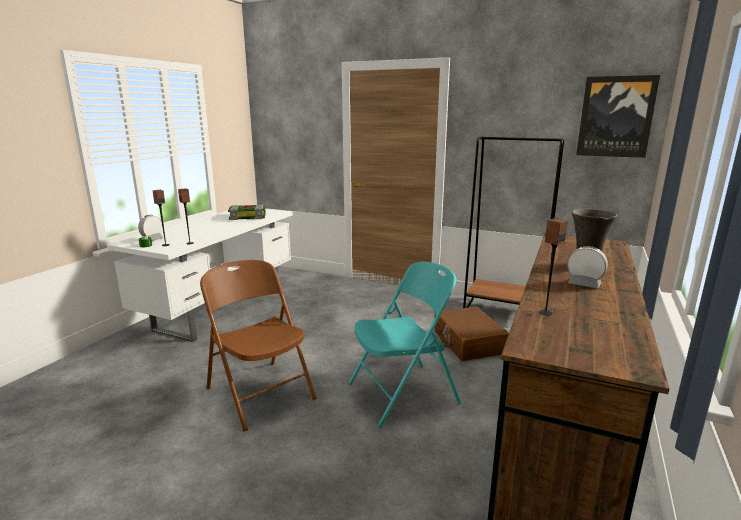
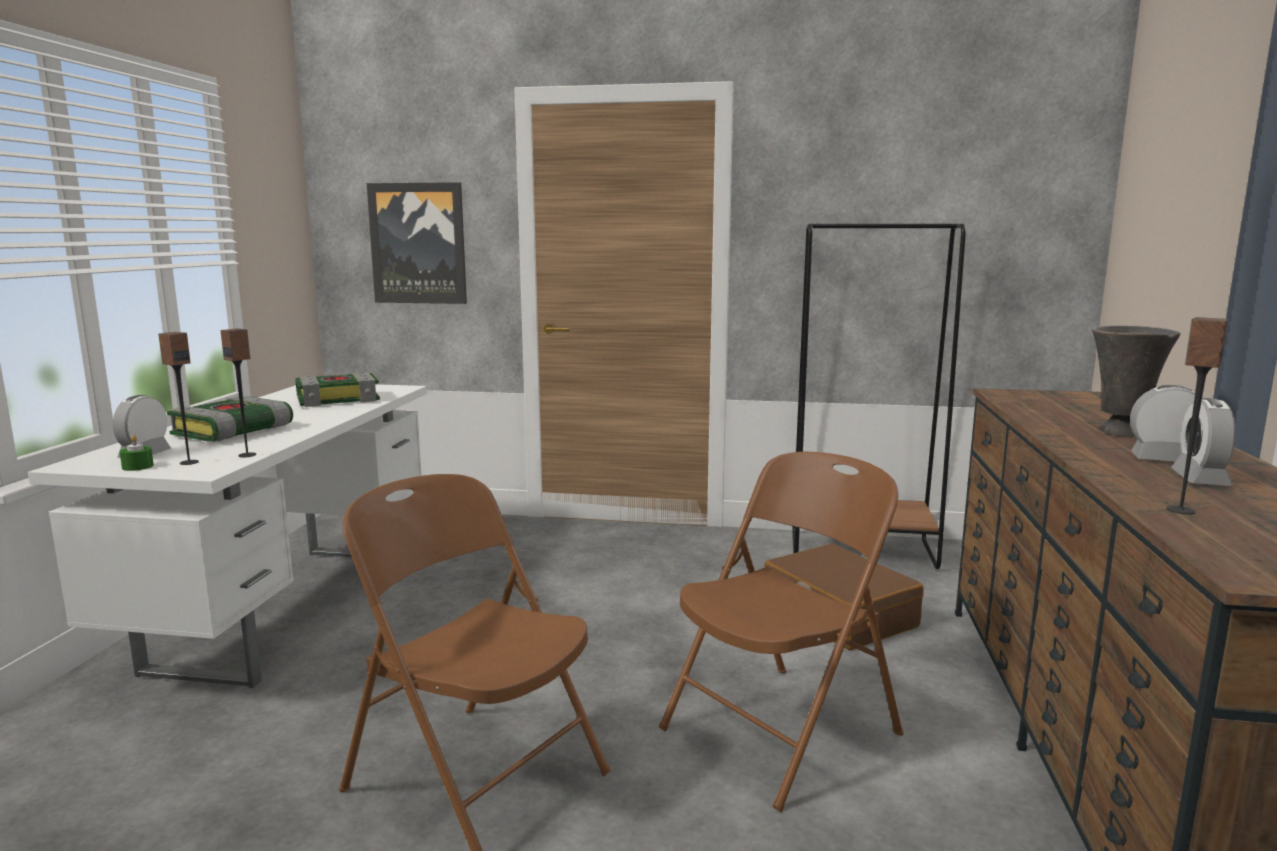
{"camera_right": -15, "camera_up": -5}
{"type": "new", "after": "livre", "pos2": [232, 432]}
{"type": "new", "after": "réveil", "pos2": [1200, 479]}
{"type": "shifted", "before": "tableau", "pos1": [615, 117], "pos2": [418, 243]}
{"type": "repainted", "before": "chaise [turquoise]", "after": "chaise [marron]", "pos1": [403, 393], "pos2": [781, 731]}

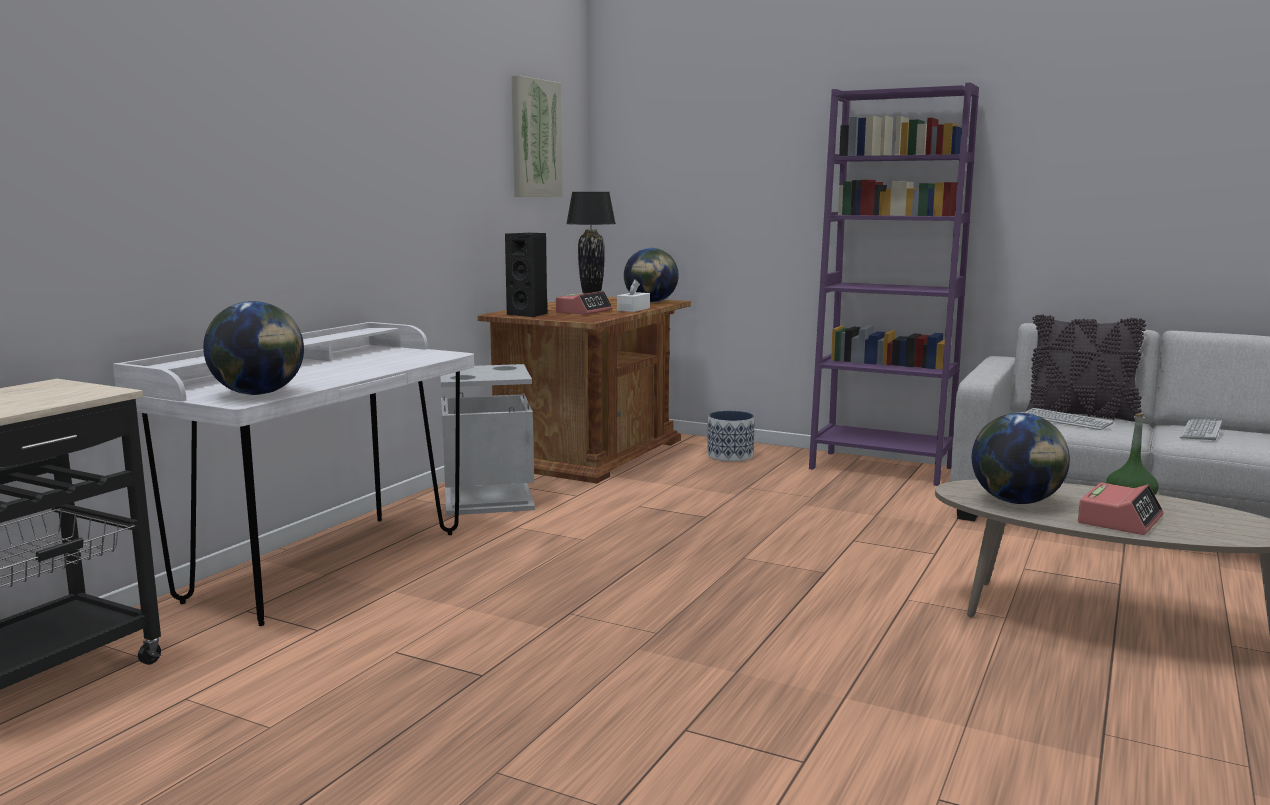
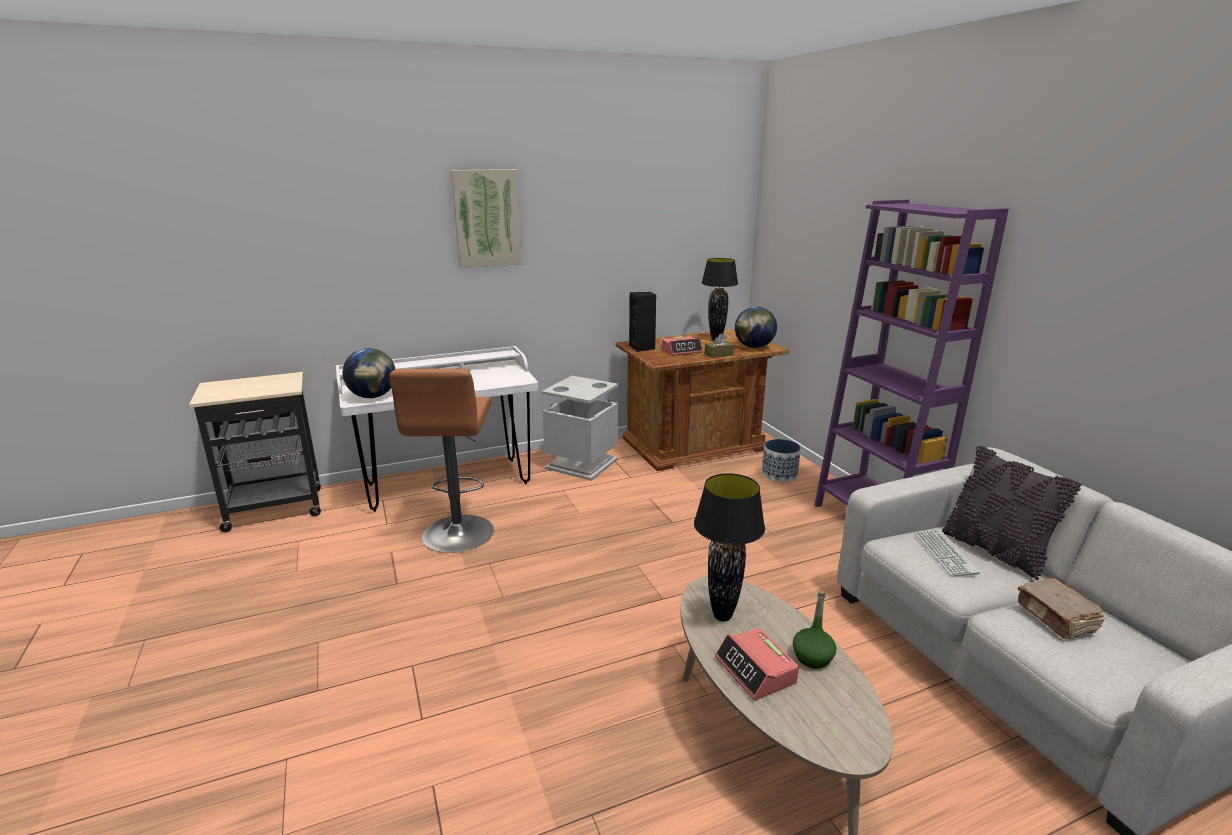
{"camera_right": 40, "camera_up": 10}
{"type": "new", "after": "tabouret [marron]", "pos2": [457, 534]}
{"type": "shifted", "before": "tableau", "pos1": [535, 138], "pos2": [487, 218]}
{"type": "swapped", "before": "globe", "after": "lampe de table [noir]", "pos1": [1016, 502], "pos2": [722, 616]}
{"type": "swapped", "before": "clavier", "after": "livre [marron]", "pos1": [1201, 431], "pos2": [1056, 618]}
{"type": "repainted", "before": "boîte à mouchoirs [blanc]", "after": "boîte à mouchoirs [marron]", "pos1": [633, 309], "pos2": [718, 354]}
{"type": "rotated", "before": "réveil", "pos1": [1120, 520], "pos2": [755, 671], "turn": 75}

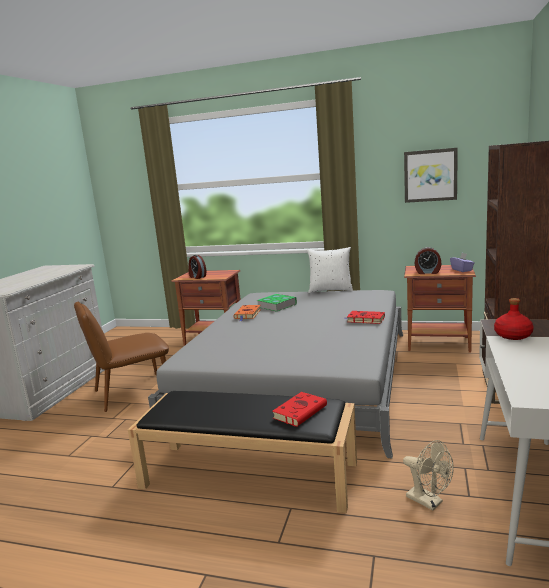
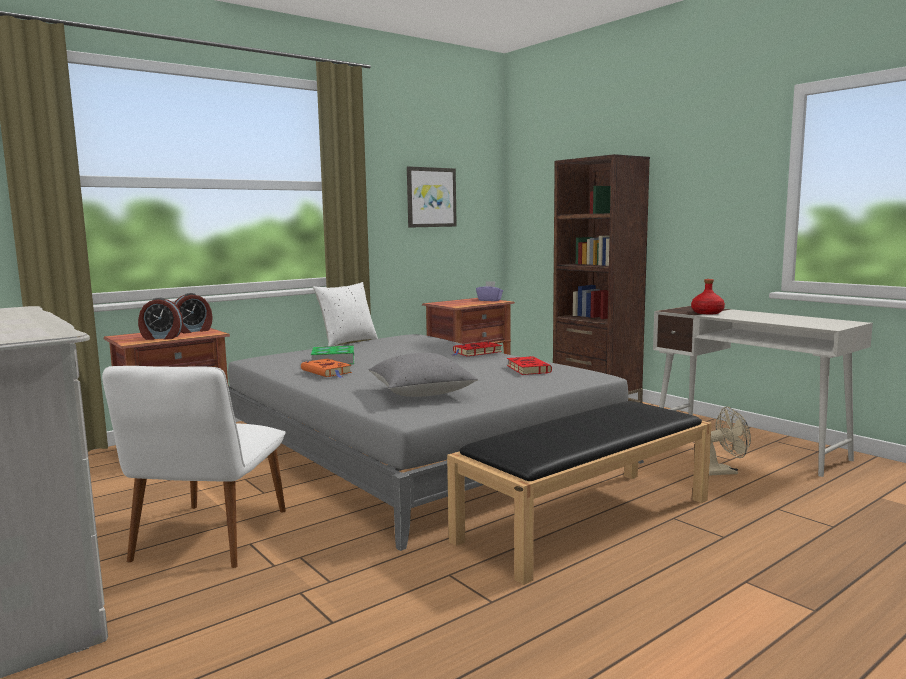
{"camera_right": -55, "camera_up": -5}
{"type": "new", "after": "coussin [gris]", "pos2": [421, 393]}
{"type": "shifted", "before": "livre [rouge]", "pos1": [301, 411], "pos2": [527, 369]}
{"type": "shifted", "before": "réveil", "pos1": [427, 272], "pos2": [193, 331]}
{"type": "repainted", "before": "chaise [marron]", "after": "chaise [blanc]", "pos1": [132, 391], "pos2": [212, 534]}

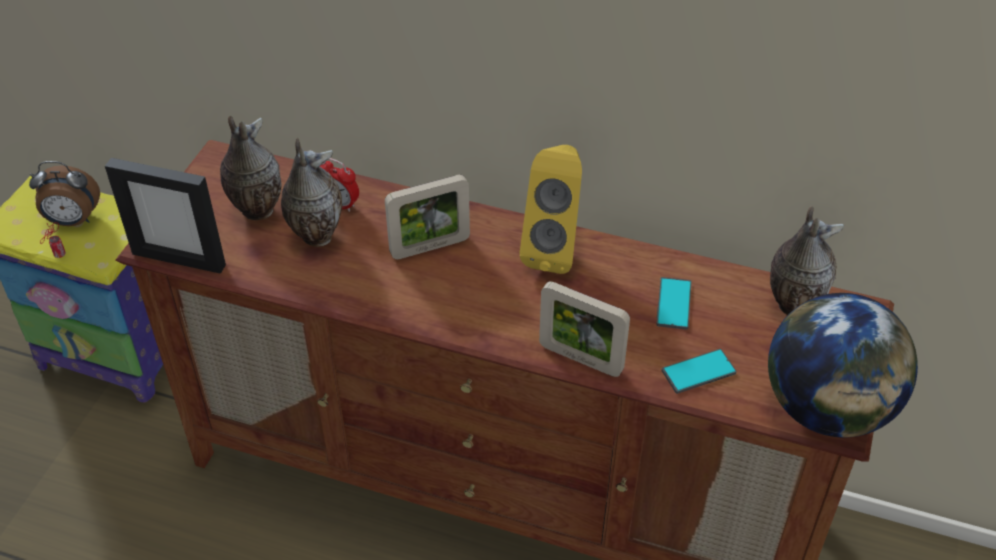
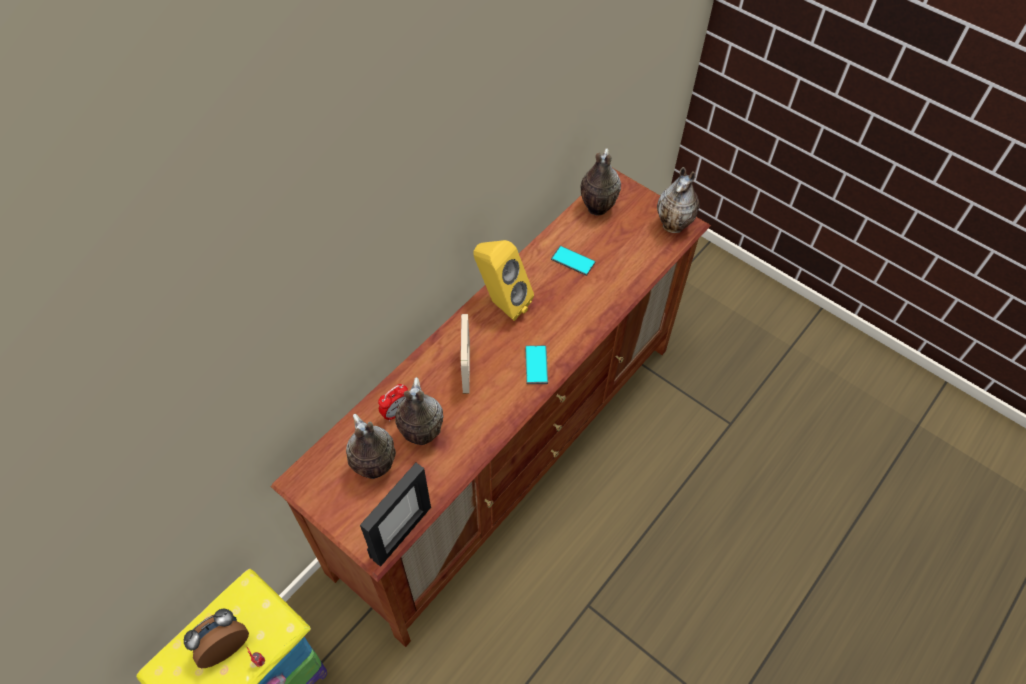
{"camera_right": -70, "camera_up": 10}
{"type": "gone", "before": "cadre photo", "pos1": [580, 359]}
{"type": "shifted", "before": "téléphone", "pos1": [698, 372], "pos2": [536, 365]}
{"type": "swapped", "before": "globe", "after": "vase", "pos1": [827, 409], "pos2": [674, 226]}
{"type": "rotated", "before": "réveil", "pos1": [73, 221], "pos2": [223, 644], "turn": -150}

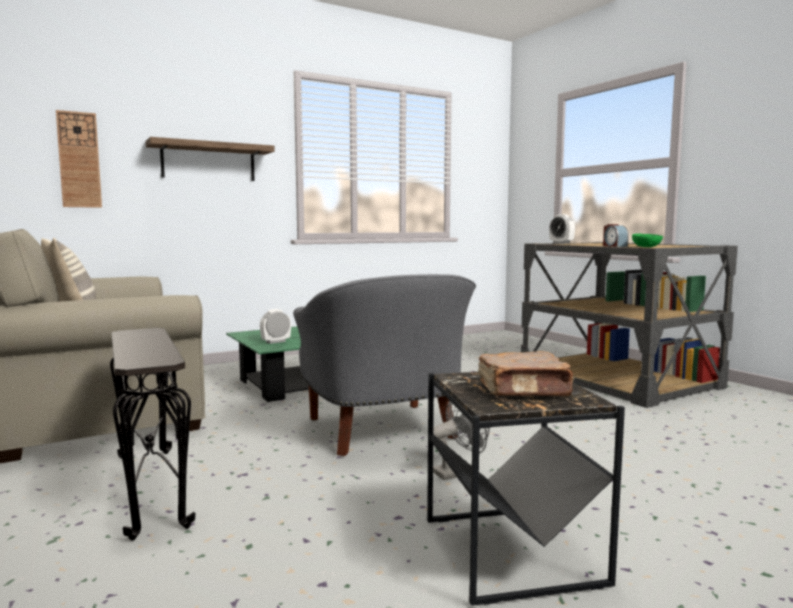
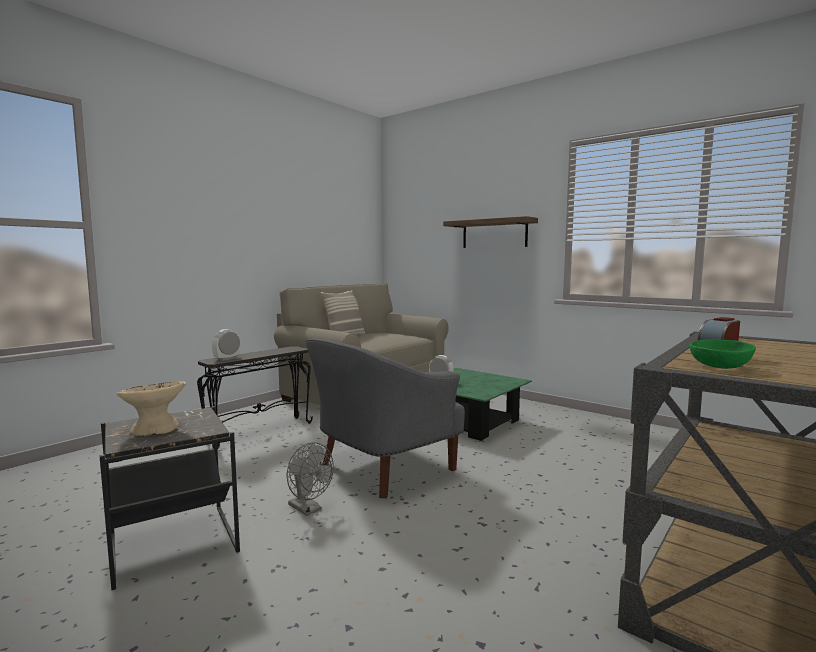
{"camera_right": 70, "camera_up": 0}
{"type": "gone", "before": "horloge murale", "pos1": [79, 160]}
{"type": "shifted", "before": "réveil", "pos1": [561, 243], "pos2": [227, 359]}
{"type": "swapped", "before": "livre [marron]", "after": "bol [beige]", "pos1": [524, 390], "pos2": [155, 429]}

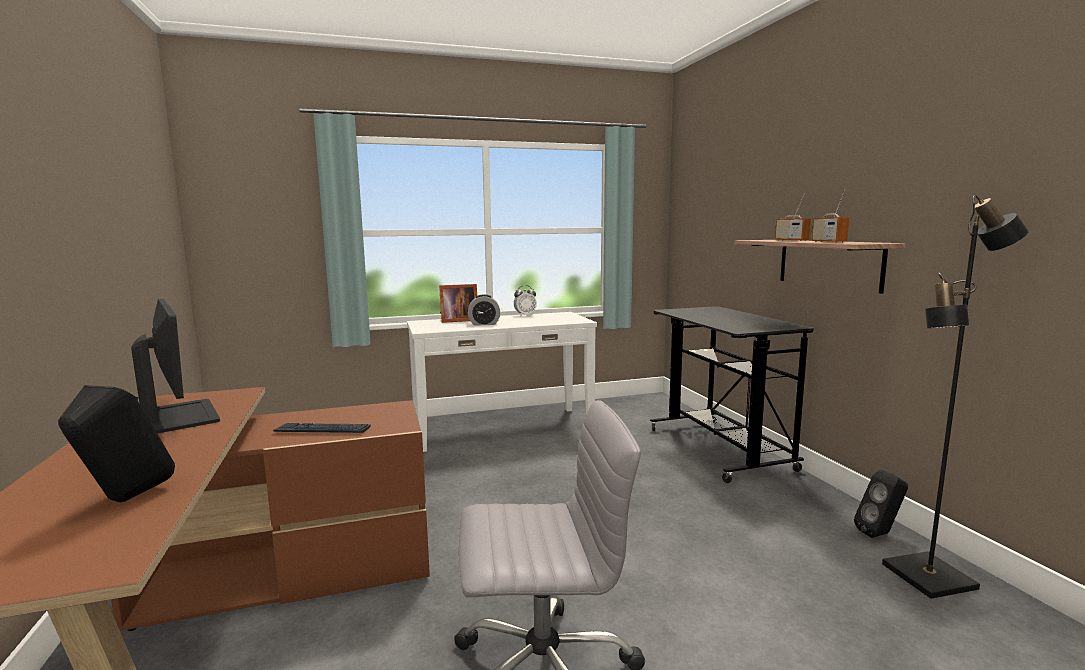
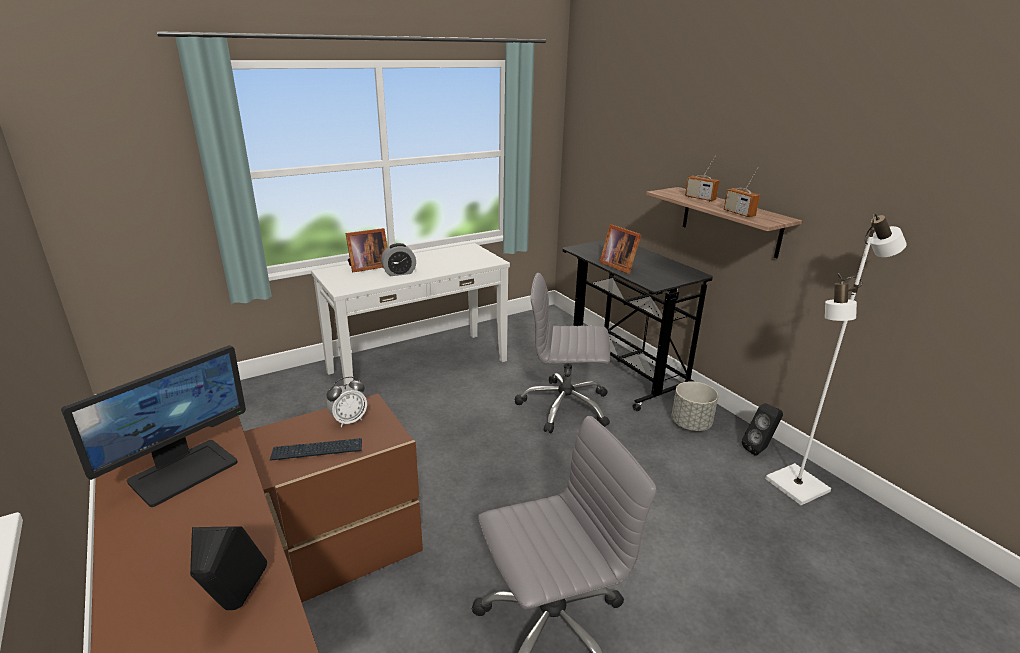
{"camera_right": -15, "camera_up": 15}
{"type": "new", "after": "chaise de bureau [gris]", "pos2": [564, 407]}
{"type": "new", "after": "cadre photo", "pos2": [618, 266]}
{"type": "new", "after": "cache-pot [gris]", "pos2": [691, 424]}
{"type": "shifted", "before": "réveil", "pos1": [525, 315], "pos2": [349, 420]}
{"type": "repainted", "before": "lampadaire [noir]", "after": "lampadaire [blanc]", "pos1": [928, 576], "pos2": [796, 485]}
{"type": "rotated", "before": "écran d'ordinateur", "pos1": [180, 416], "pos2": [183, 470], "turn": 90}

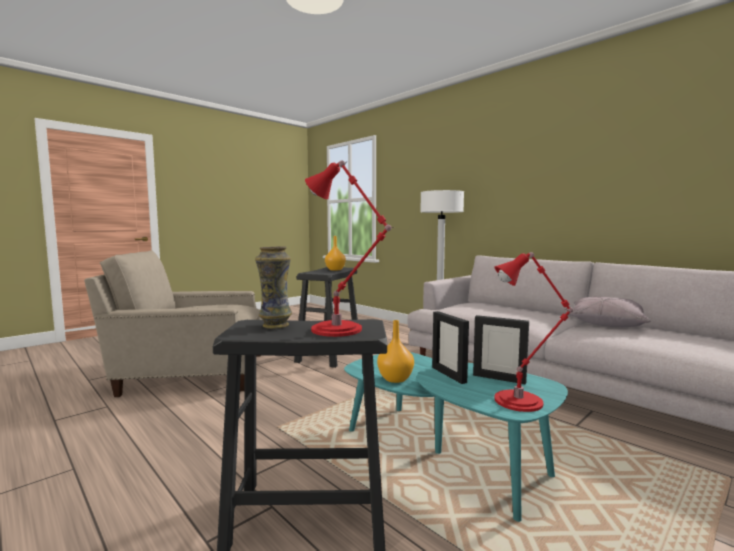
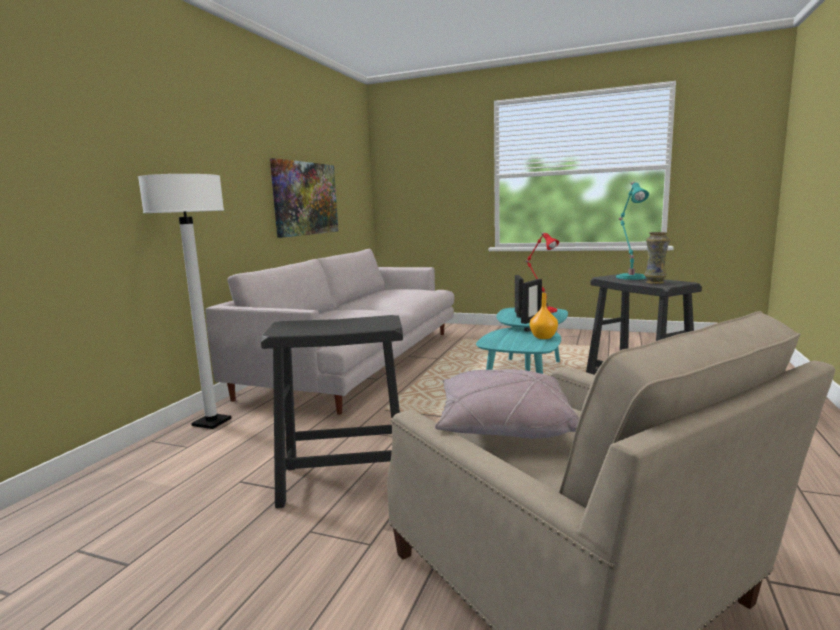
{"camera_right": -115, "camera_up": 5}
{"type": "gone", "before": "vase [orange]", "pos1": [335, 270]}
{"type": "new", "after": "tableau", "pos2": [305, 198]}
{"type": "shifted", "before": "coussin [violet]", "pos1": [606, 323], "pos2": [503, 426]}
{"type": "repainted", "before": "lampe de table [rouge]", "after": "lampe de table [turquoise]", "pos1": [340, 330], "pos2": [630, 277]}

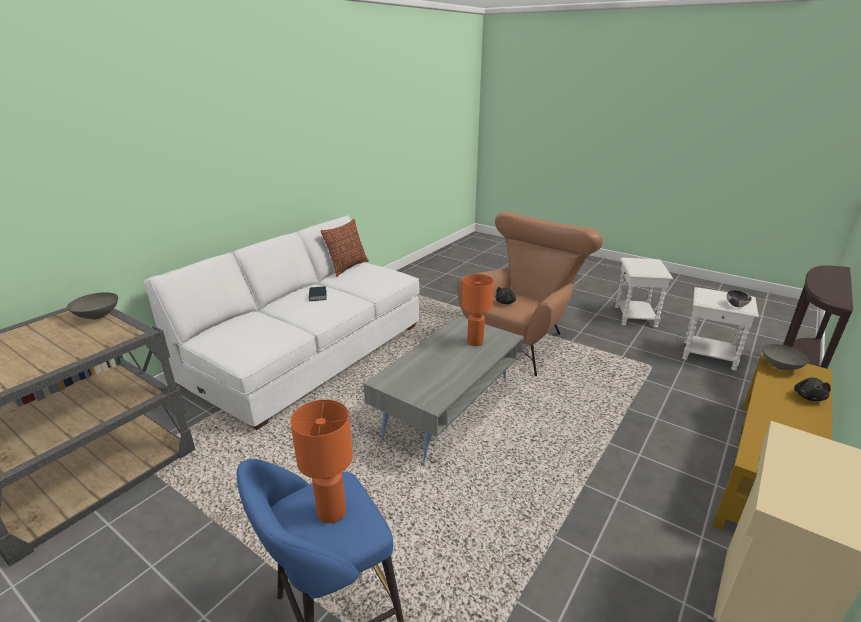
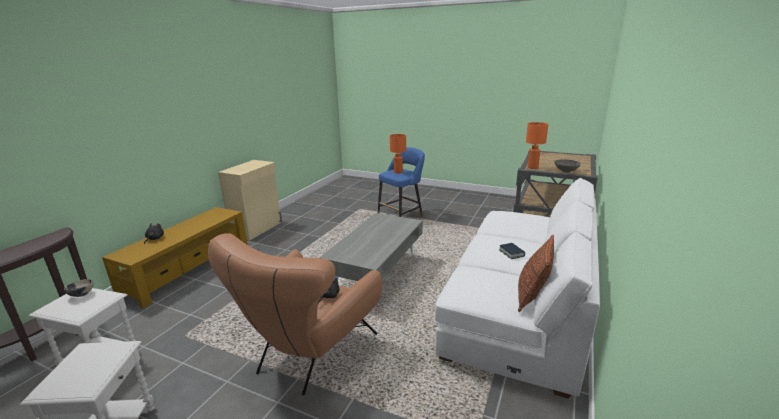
{"camera_right": 170, "camera_up": -5}
{"type": "gone", "before": "bol [gris]", "pos1": [780, 366]}
{"type": "shifted", "before": "lampe de table [orange]", "pos1": [474, 342], "pos2": [533, 167]}

